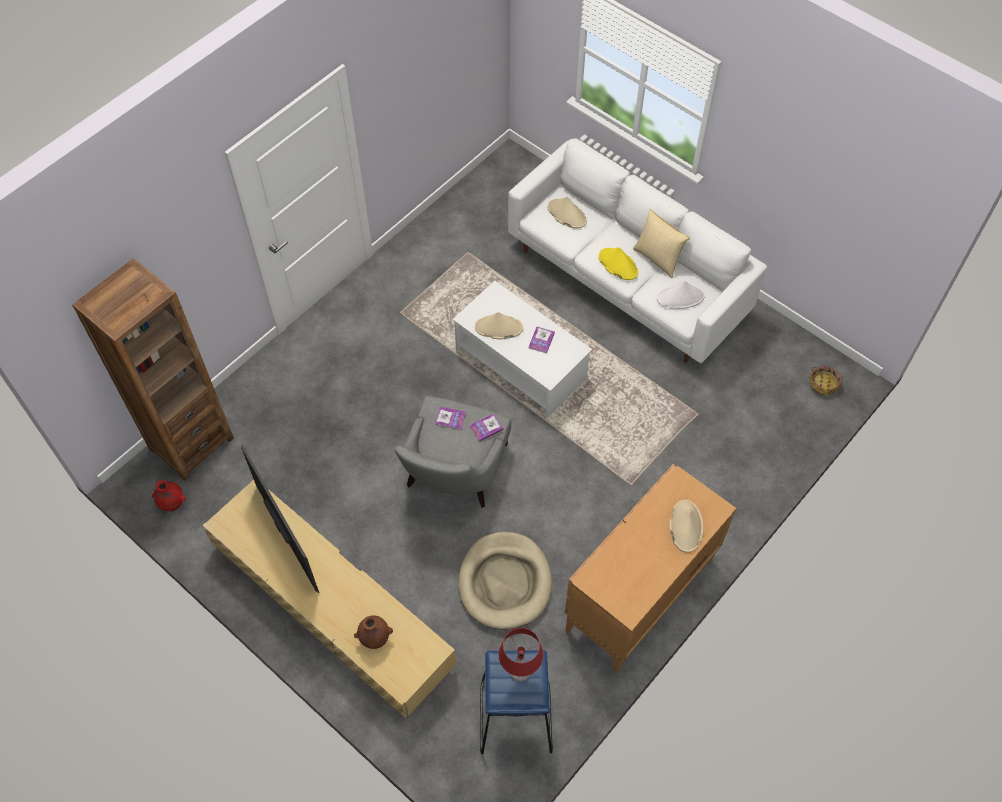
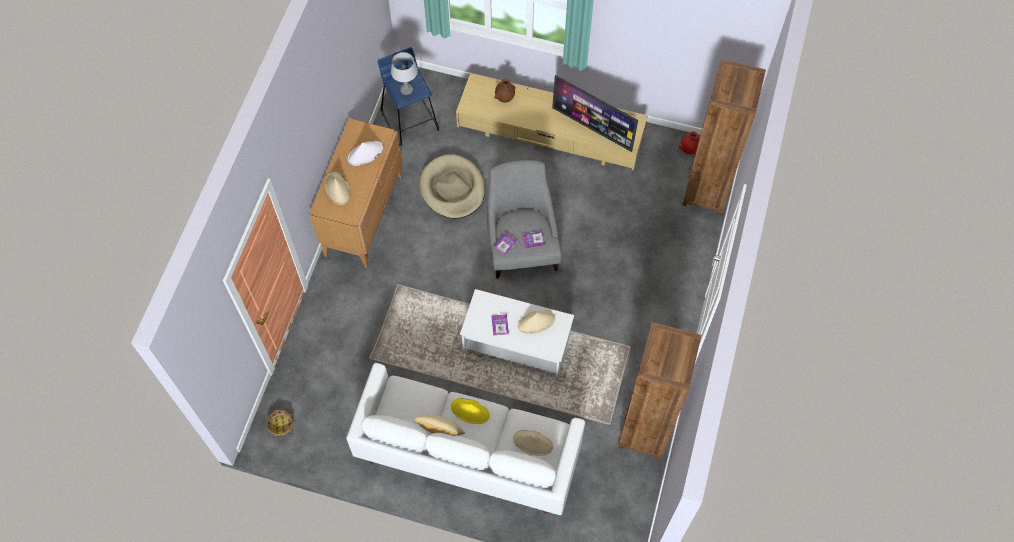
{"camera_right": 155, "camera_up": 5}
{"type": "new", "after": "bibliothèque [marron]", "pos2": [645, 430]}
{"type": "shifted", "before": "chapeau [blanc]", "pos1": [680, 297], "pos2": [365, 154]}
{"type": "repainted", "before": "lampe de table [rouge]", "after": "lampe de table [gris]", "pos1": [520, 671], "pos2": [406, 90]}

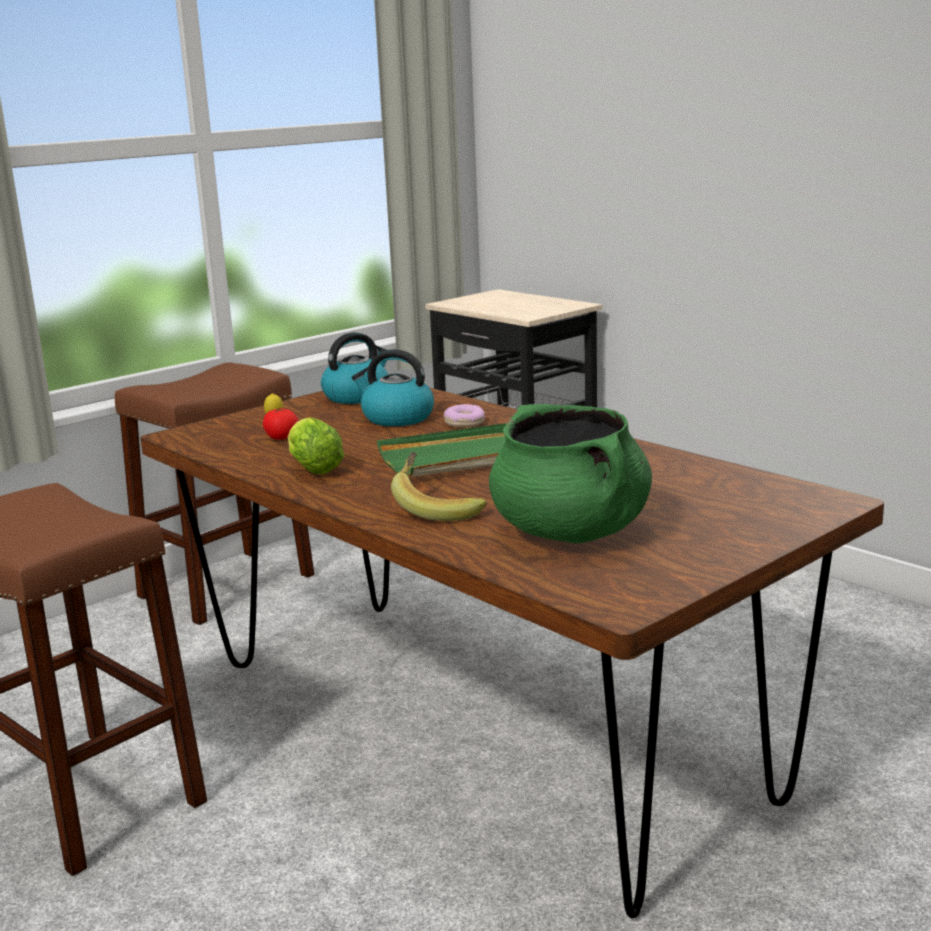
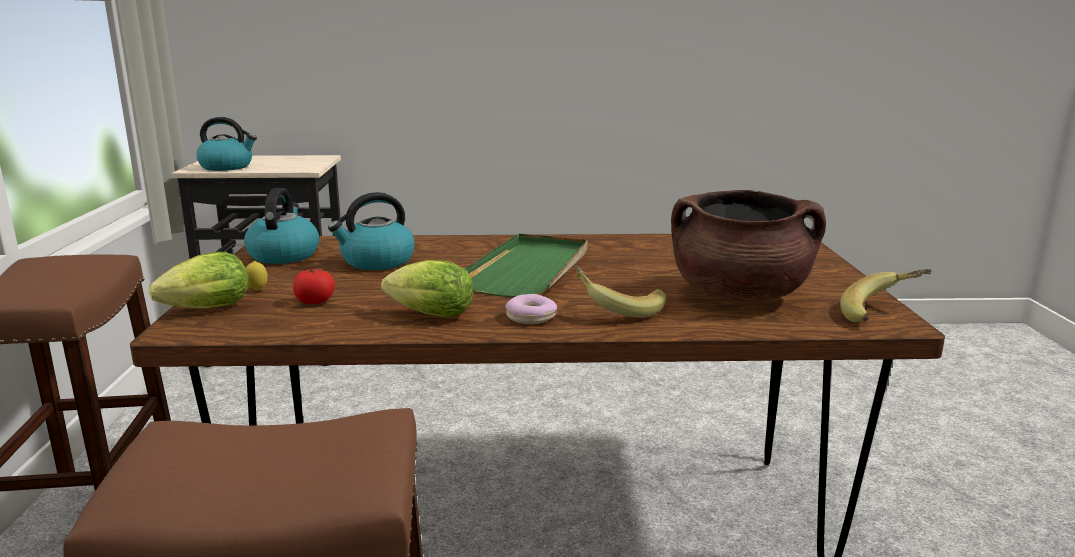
{"camera_right": -50, "camera_up": 0}
{"type": "new", "after": "laitue", "pos2": [202, 310]}
{"type": "new", "after": "bouilloire", "pos2": [227, 167]}
{"type": "new", "after": "banane", "pos2": [883, 315]}
{"type": "shifted", "before": "beignet", "pos1": [464, 423], "pos2": [531, 317]}
{"type": "repainted", "before": "marmite [vert]", "after": "marmite [marron]", "pos1": [571, 532], "pos2": [739, 295]}

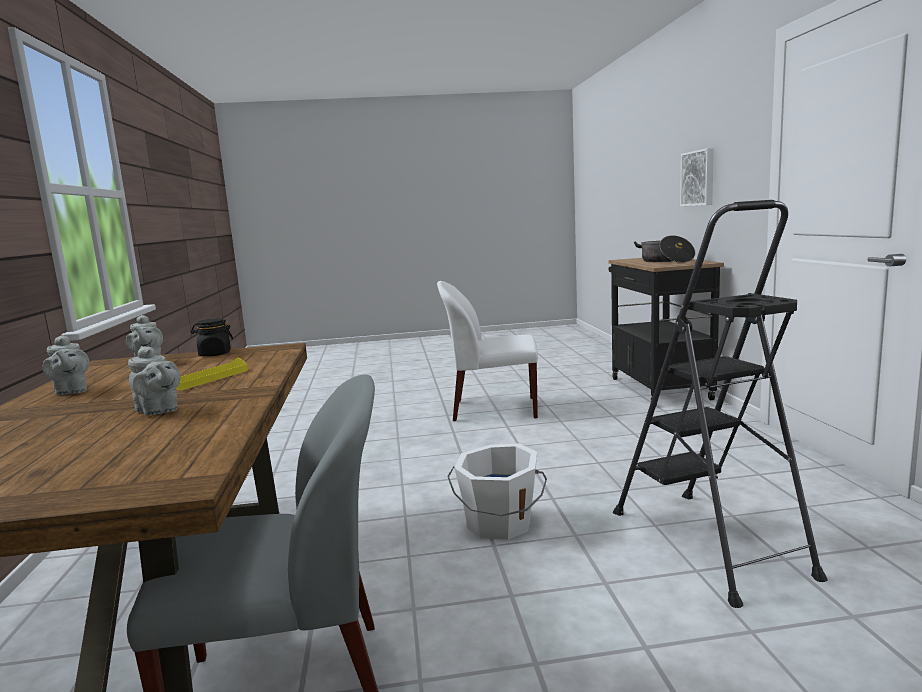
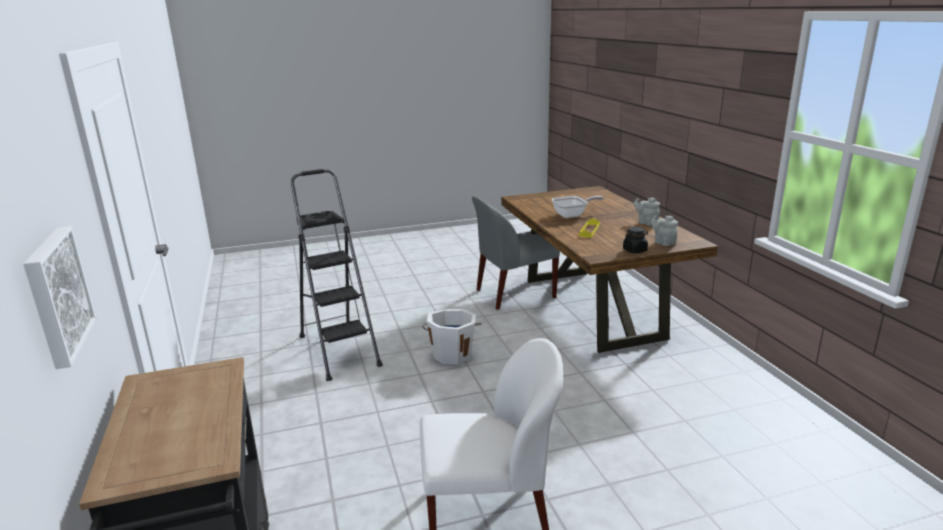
{"camera_right": 170, "camera_up": 10}
{"type": "gone", "before": "marmite", "pos1": [665, 261]}
{"type": "swapped", "before": "théière [gris]", "after": "poêle", "pos1": [158, 411], "pos2": [572, 215]}

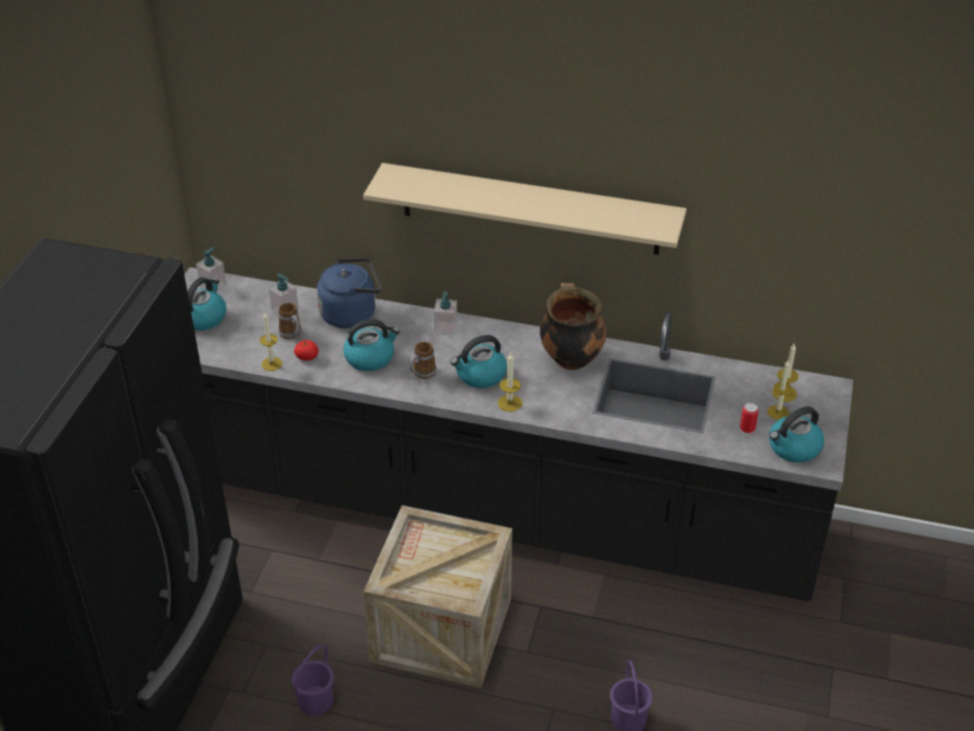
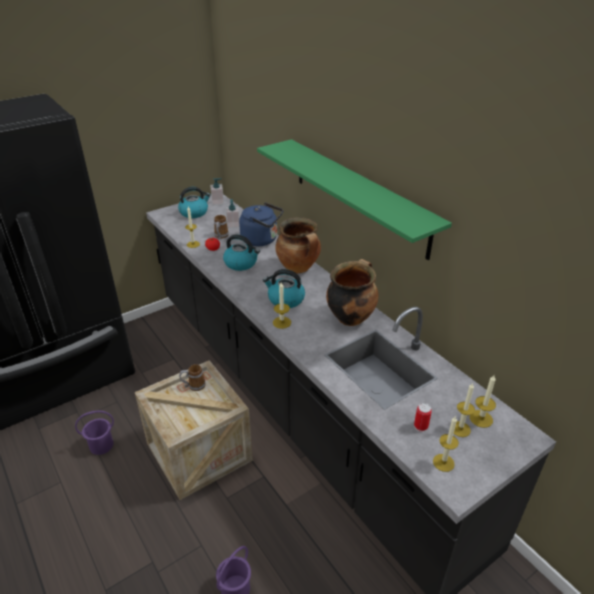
{"camera_right": 40, "camera_up": -5}
{"type": "shifted", "before": "mug", "pos1": [421, 375], "pos2": [193, 386]}
{"type": "swapped", "before": "distributeur de savon", "after": "marmite", "pos1": [445, 329], "pos2": [299, 268]}
{"type": "swapped", "before": "bouilloire", "after": "bougie", "pos1": [793, 448], "pos2": [443, 462]}
{"type": "repainted", "before": "étagère [beige]", "after": "étagère [vert]", "pos1": [530, 209], "pos2": [358, 196]}

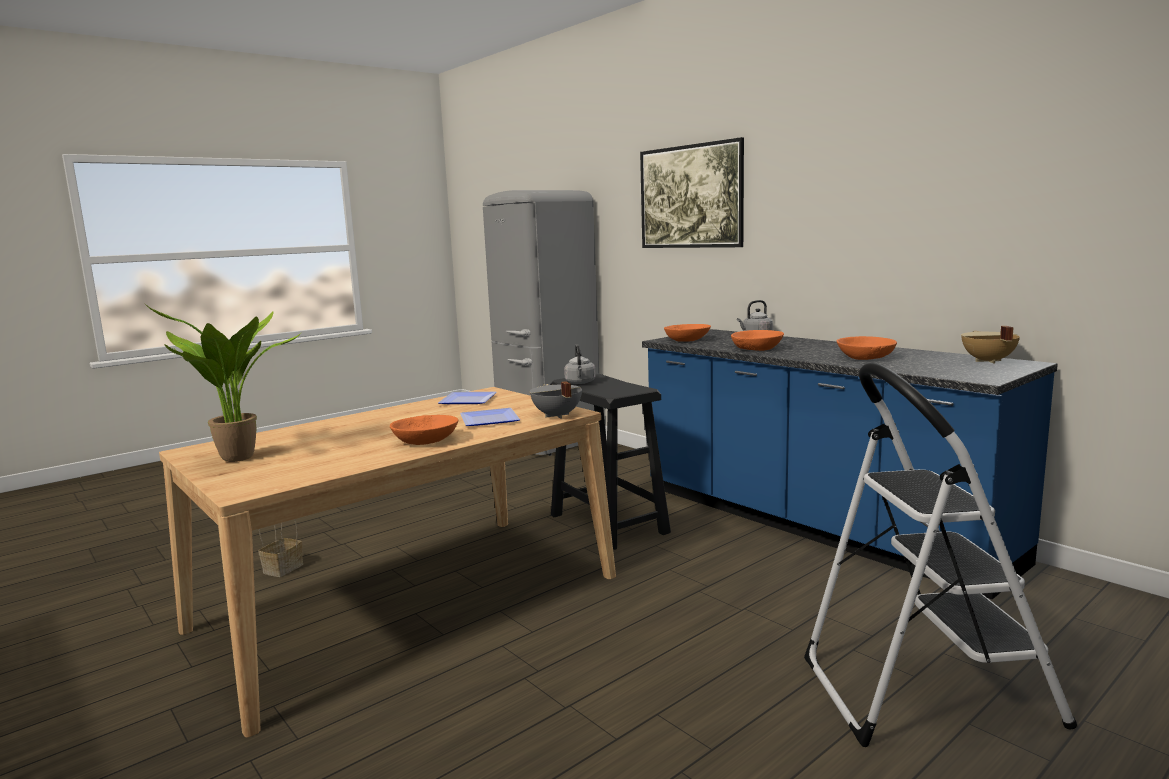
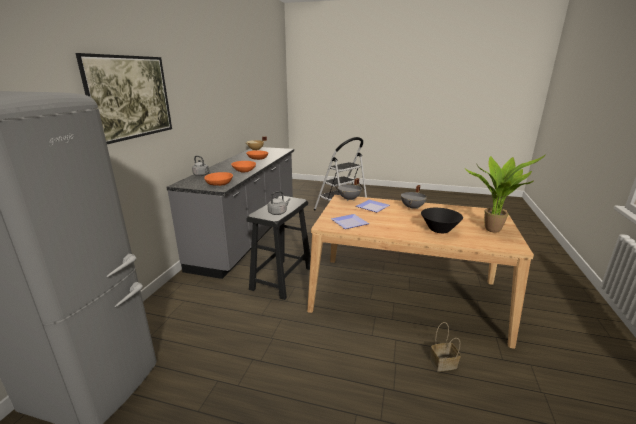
{"camera_right": -125, "camera_up": 10}
{"type": "new", "after": "bol [noir]", "pos2": [439, 230]}
{"type": "swapped", "before": "bol [orange]", "after": "marmite [gris]", "pos1": [425, 441], "pos2": [413, 207]}
{"type": "repainted", "before": "comptoir de cuisine [bleu]", "after": "comptoir de cuisine [gris]", "pos1": [815, 525], "pos2": [248, 236]}

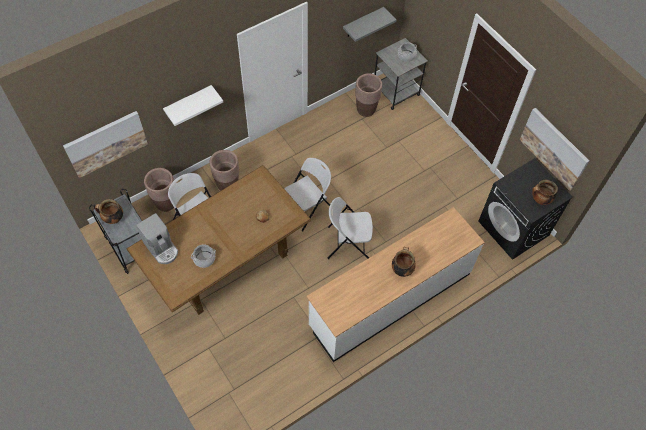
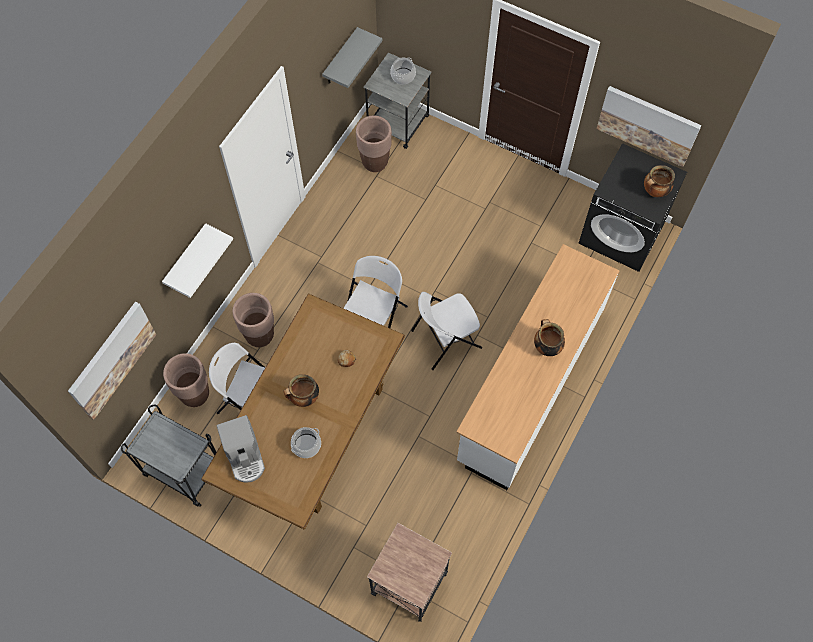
{"camera_right": -25, "camera_up": 5}
{"type": "new", "after": "chariot [marron]", "pos2": [408, 582]}
{"type": "shifted", "before": "marmite", "pos1": [113, 219], "pos2": [304, 398]}
{"type": "rotated", "before": "machine à café", "pos1": [161, 248], "pos2": [245, 457], "turn": 45}

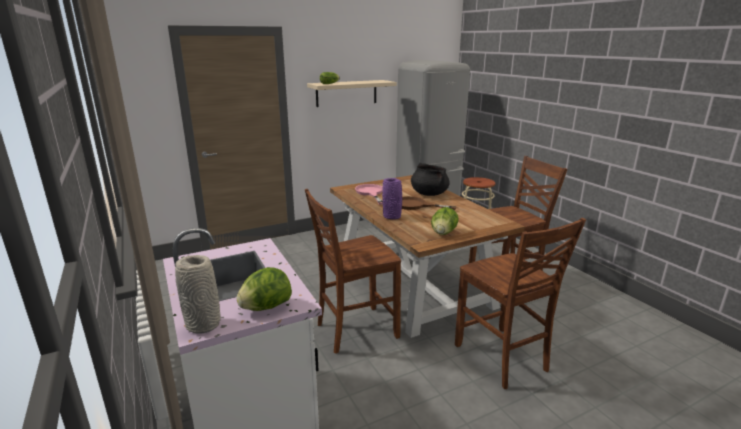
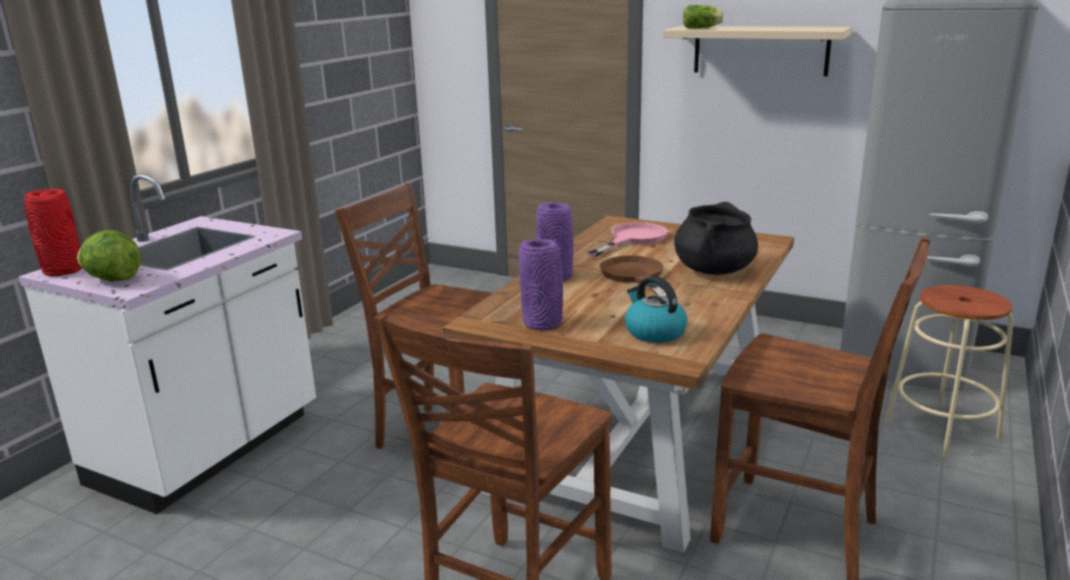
{"camera_right": 55, "camera_up": 0}
{"type": "new", "after": "bouilloire", "pos2": [654, 332]}
{"type": "swapped", "before": "laitue", "after": "vase [violet]", "pos1": [443, 233], "pos2": [543, 323]}
{"type": "repainted", "before": "vase [gris]", "after": "vase [rouge]", "pos1": [204, 325], "pos2": [63, 271]}

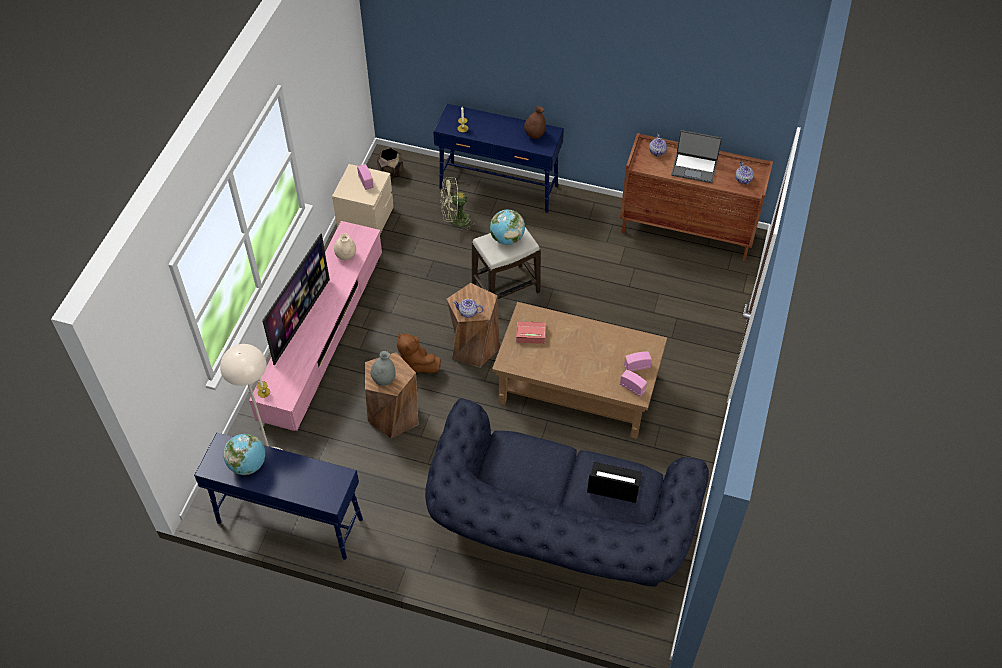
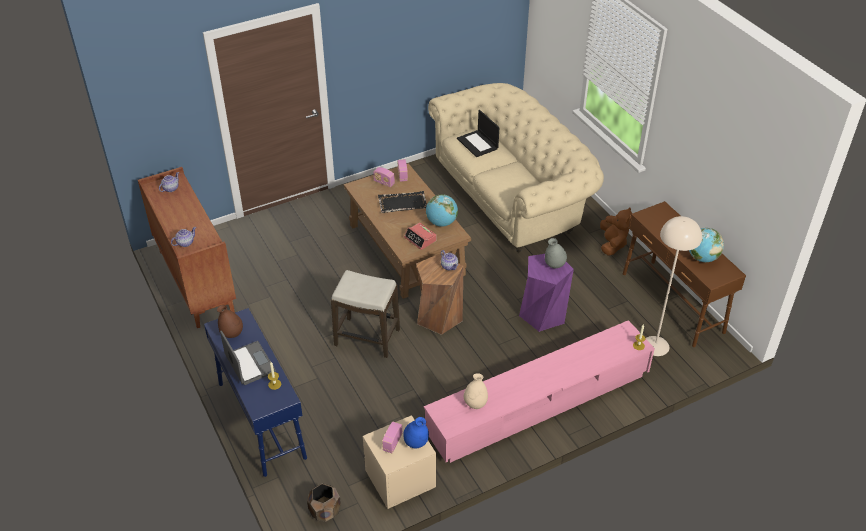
{"camera_right": -135, "camera_up": -10}
{"type": "gone", "before": "téléviseur", "pos1": [300, 320]}
{"type": "gone", "before": "ventilateur [vert]", "pos1": [455, 221]}
{"type": "new", "after": "plateau [noir]", "pos2": [402, 203]}
{"type": "new", "after": "vase [bleu]", "pos2": [416, 443]}
{"type": "shifted", "before": "peluche [marron]", "pos1": [416, 363], "pos2": [612, 244]}
{"type": "shifted", "before": "globe", "pos1": [507, 238], "pos2": [441, 223]}
{"type": "shifted", "before": "ordinateur portable", "pos1": [694, 168], "pos2": [249, 364]}
{"type": "repainted", "before": "table console [bleu]", "after": "table console [marron]", "pos1": [290, 520], "pos2": [671, 303]}
{"type": "repainted", "before": "tabouret [marron]", "after": "tabouret [violet]", "pos1": [394, 416], "pos2": [542, 314]}
{"type": "repainted", "before": "canapé [bleu]", "after": "canapé [beige]", "pos1": [558, 534], "pos2": [513, 196]}

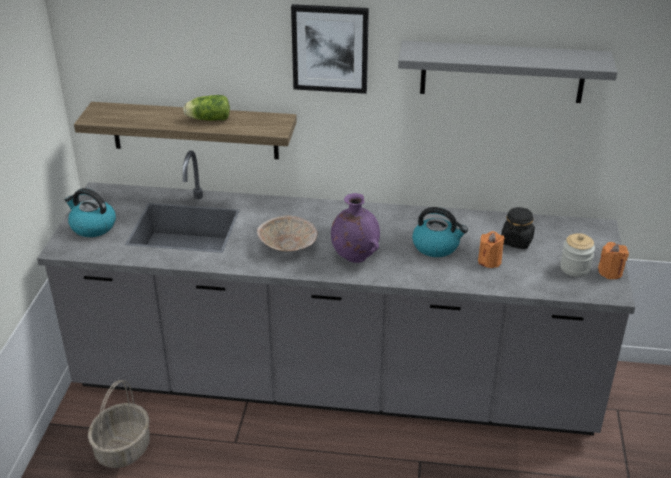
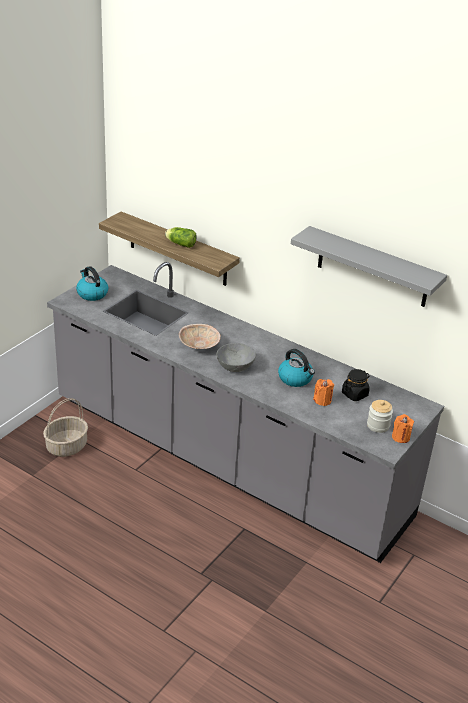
{"camera_right": 25, "camera_up": 0}
{"type": "gone", "before": "tableau", "pos1": [330, 48]}
{"type": "swapped", "before": "vase [violet]", "after": "bol [gris]", "pos1": [354, 257], "pos2": [235, 367]}

